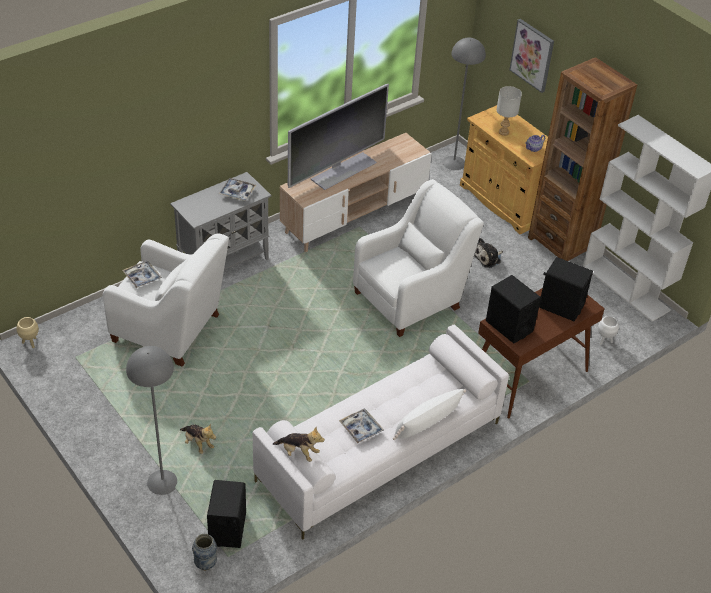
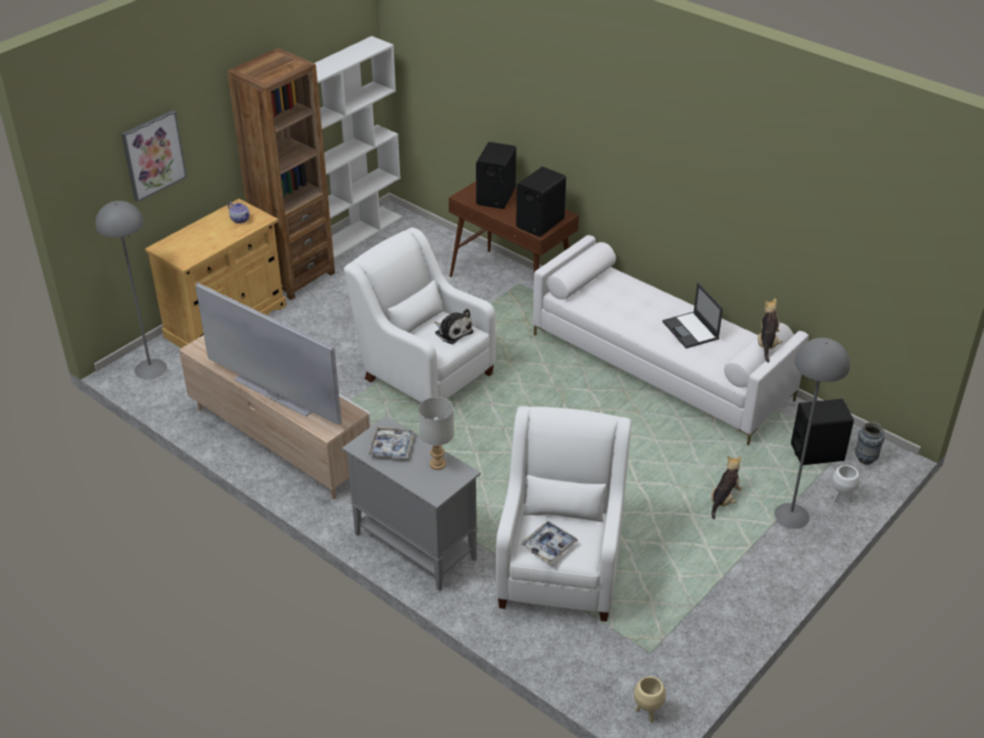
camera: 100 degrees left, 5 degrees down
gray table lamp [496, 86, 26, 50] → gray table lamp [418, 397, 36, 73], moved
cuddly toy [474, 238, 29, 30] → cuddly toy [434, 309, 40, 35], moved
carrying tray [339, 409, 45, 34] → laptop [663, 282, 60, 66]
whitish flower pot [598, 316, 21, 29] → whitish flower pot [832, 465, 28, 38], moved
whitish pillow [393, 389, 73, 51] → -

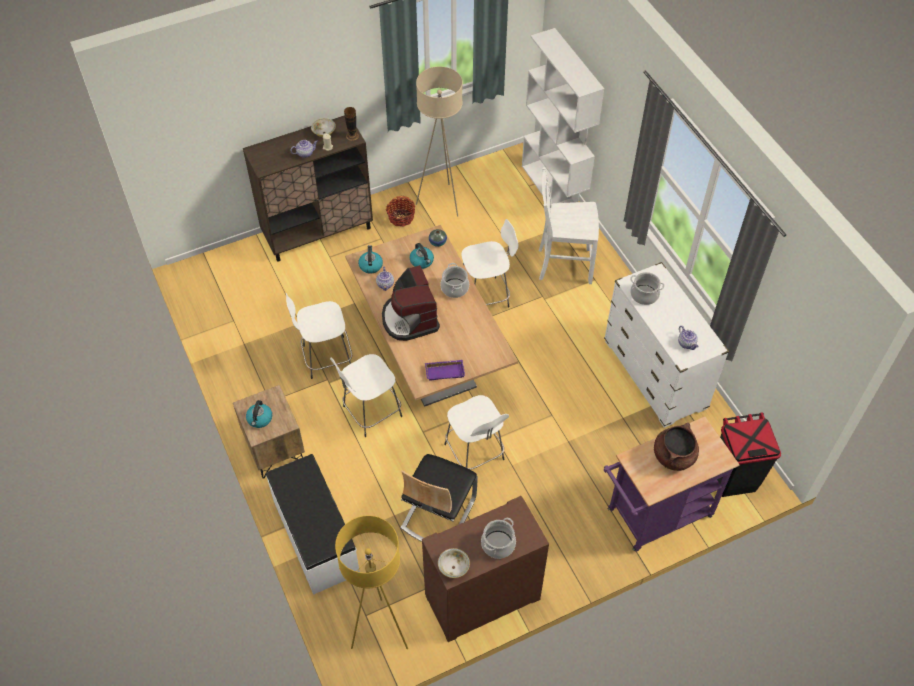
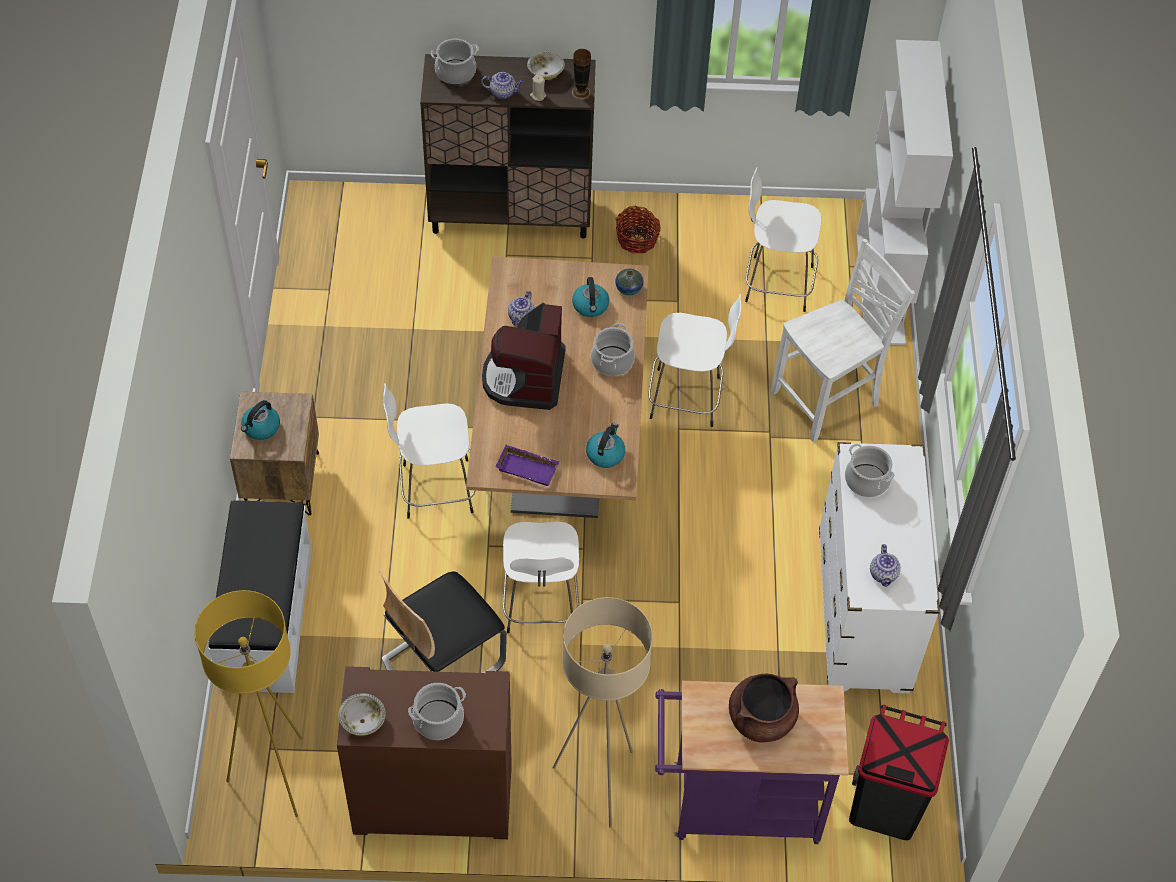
camera: 25 degrees right, 0 degrees up
- → saucepot [431, 39, 48, 46]
beige floor lamp [416, 67, 47, 150] → beige floor lamp [552, 597, 101, 231], moved
water kettle [358, 245, 25, 29] → water kettle [586, 423, 39, 45], moved
whitish sitting stool [286, 293, 66, 86] → whitish sitting stool [745, 167, 77, 145], moved
whitish chair [539, 167, 60, 117] → whitish chair [771, 239, 144, 203], 120 degrees clockwise

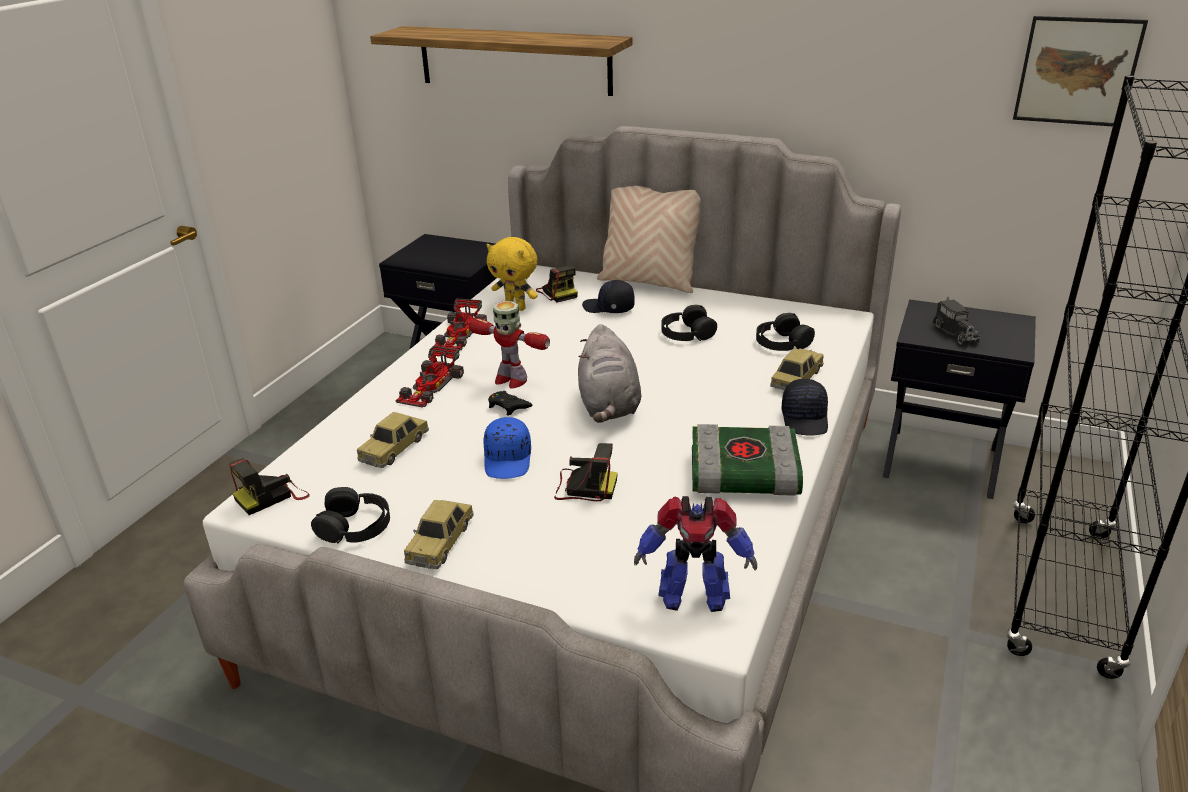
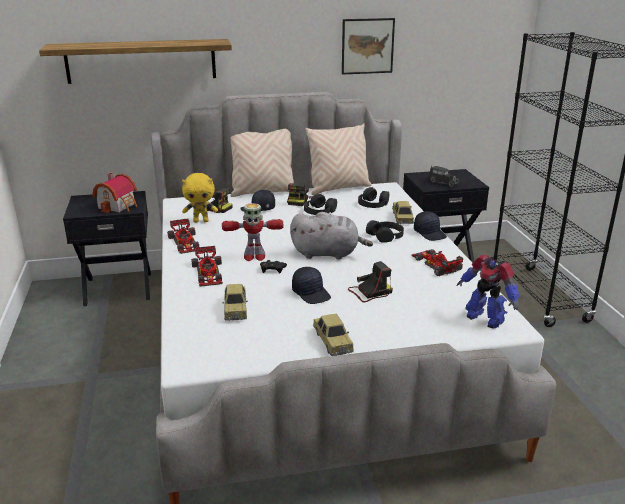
camera: 35 degrees left, 5 degrees down
- → miniature house [92, 173, 45, 40]
still camera [229, 459, 81, 56] → still camera [287, 183, 25, 23], moved
gray cuddly toy [578, 324, 63, 99] → gray cuddly toy [290, 212, 83, 48], 45 degrees counterclockwise
bluish cap [483, 417, 48, 62] → blackish cap [292, 267, 39, 37]
- → beige pillow [305, 123, 67, 72]
wall picture [1013, 16, 135, 110] → wall picture [342, 18, 53, 57], moved
blackish headphones [311, 487, 79, 57] → blackish headphones [366, 220, 38, 23], moved
book [692, 424, 111, 72] → miniature car [411, 249, 52, 27]
robot figure [634, 496, 123, 116] → robot figure [457, 255, 62, 74], 75 degrees clockwise

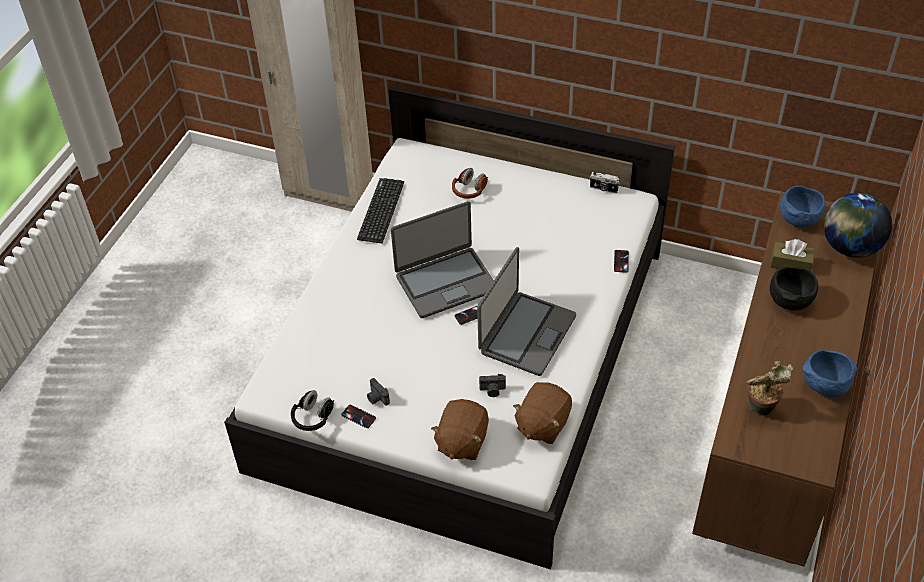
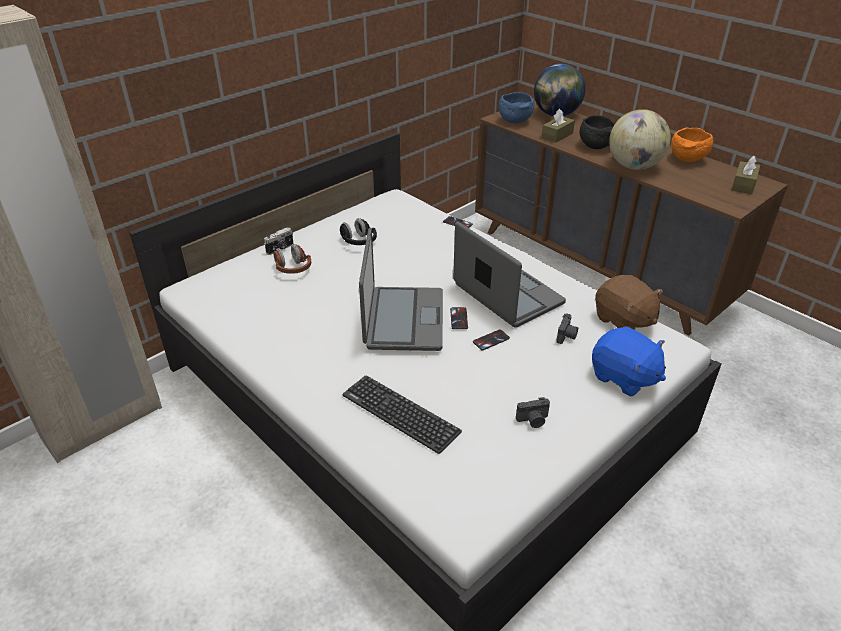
camera: 65 degrees left, 10 degrees down
still camera [590, 172, 30, 22] → still camera [264, 227, 30, 28], moved
blackish headphones [291, 390, 44, 41] → blackish headphones [340, 218, 37, 27], moved
computer keyboard [357, 178, 47, 65] → computer keyboard [343, 375, 119, 79], moved
handset [341, 405, 35, 23] → handset [473, 329, 37, 21], moved
brownish cuddly toy [431, 399, 58, 61] → bluish cuddly toy [592, 327, 74, 69]
- → world globe [609, 109, 62, 61]
bluish deep dish [802, 350, 55, 47] → orangey deep dish [671, 128, 42, 34]
- → brownish box of tissues [731, 156, 29, 38]
houseplant [746, 361, 48, 55] → -

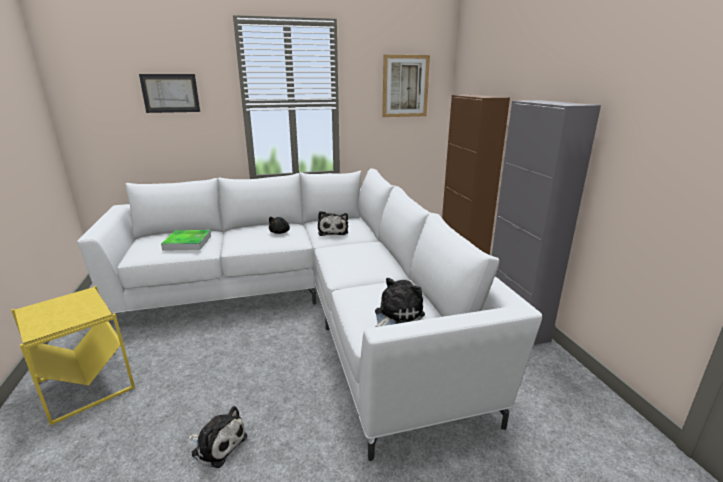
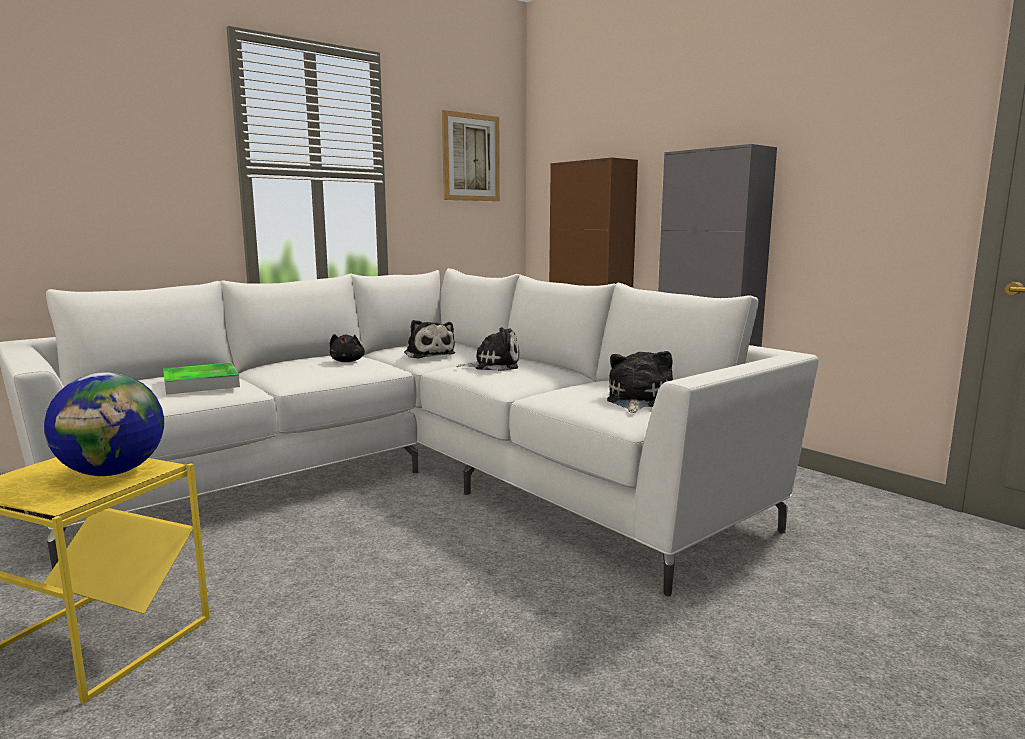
camera: 25 degrees left, 10 degrees down
- → world globe [44, 372, 120, 104]
cuddly toy [188, 406, 59, 62] → cuddly toy [456, 327, 63, 44], moved
wall picture [139, 74, 61, 39] → -

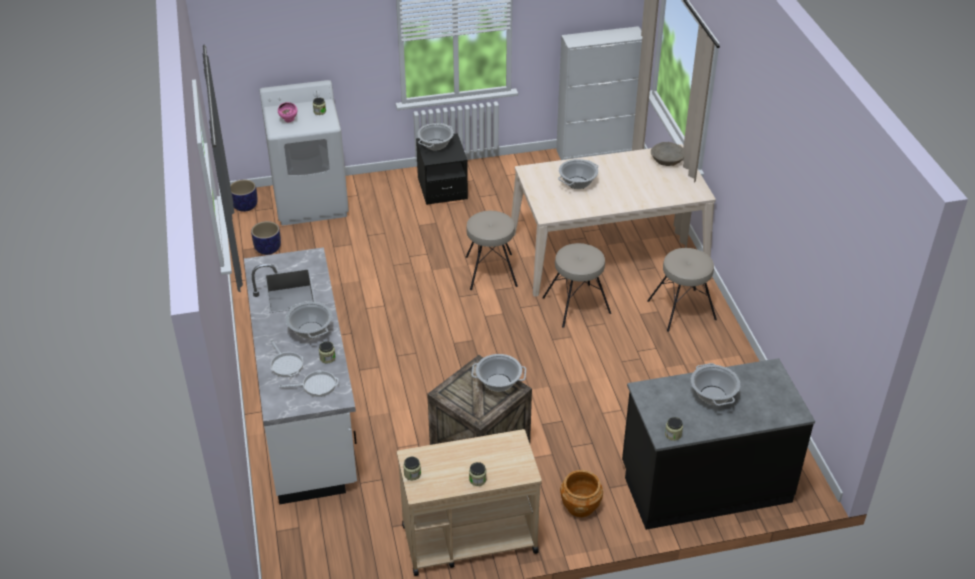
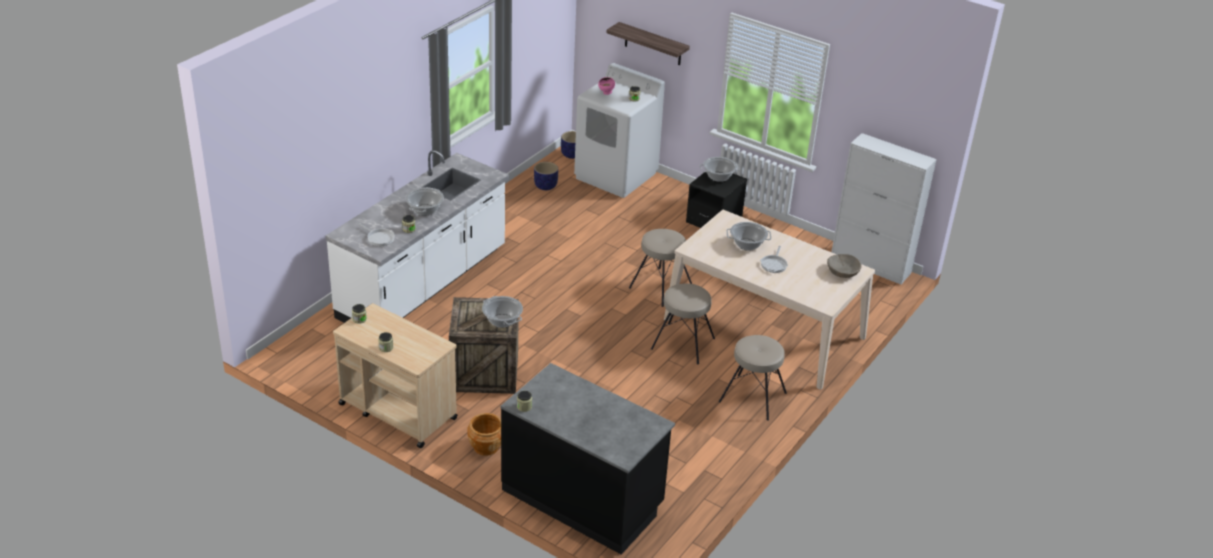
camera: 45 degrees right, 5 degrees down
- → shelf [607, 22, 83, 43]
skillet [270, 340, 33, 37] → skillet [760, 246, 28, 27], moved
saucepot [691, 363, 49, 43] → -

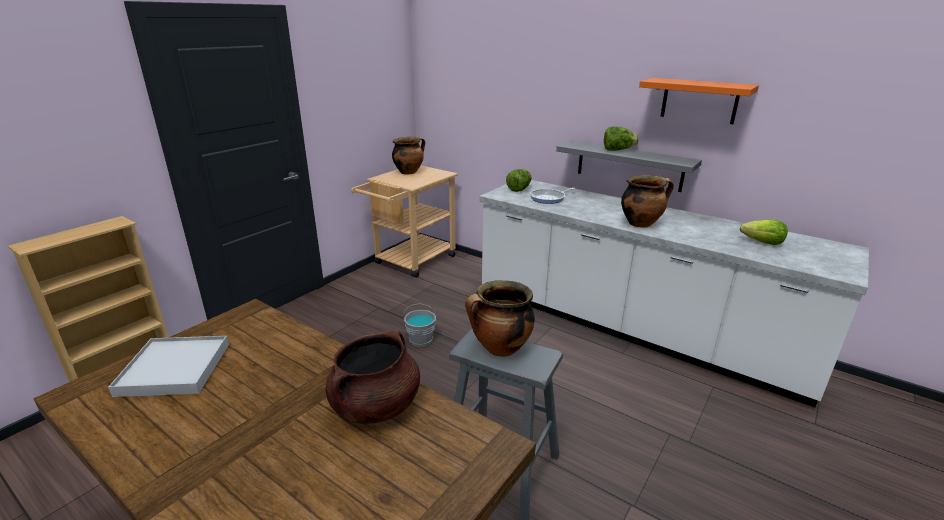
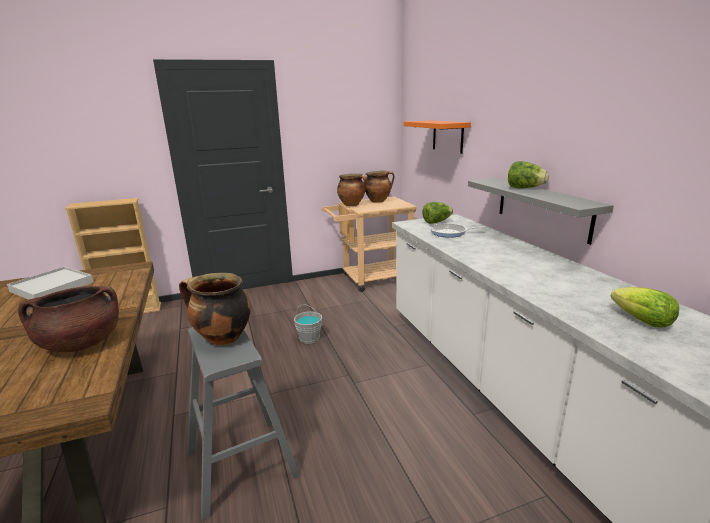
camera: 35 degrees right, 5 degrees down
saucepot [621, 175, 53, 53] → saucepot [337, 174, 30, 32], moved
orangey shelf [639, 78, 120, 46] → orangey shelf [404, 120, 67, 34], moved

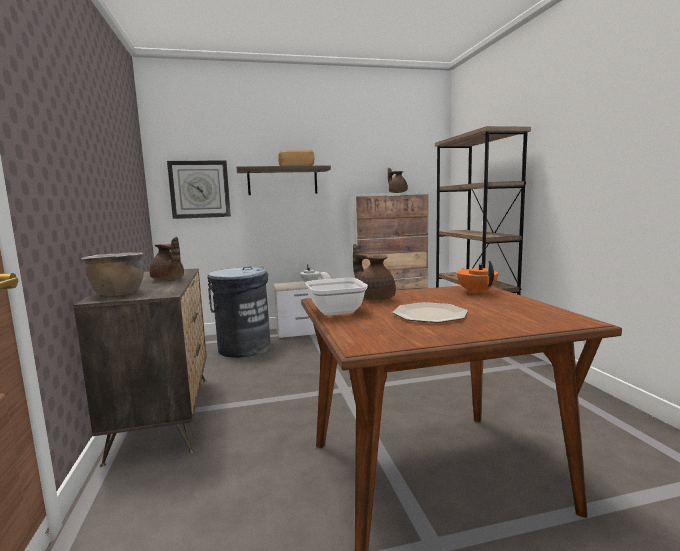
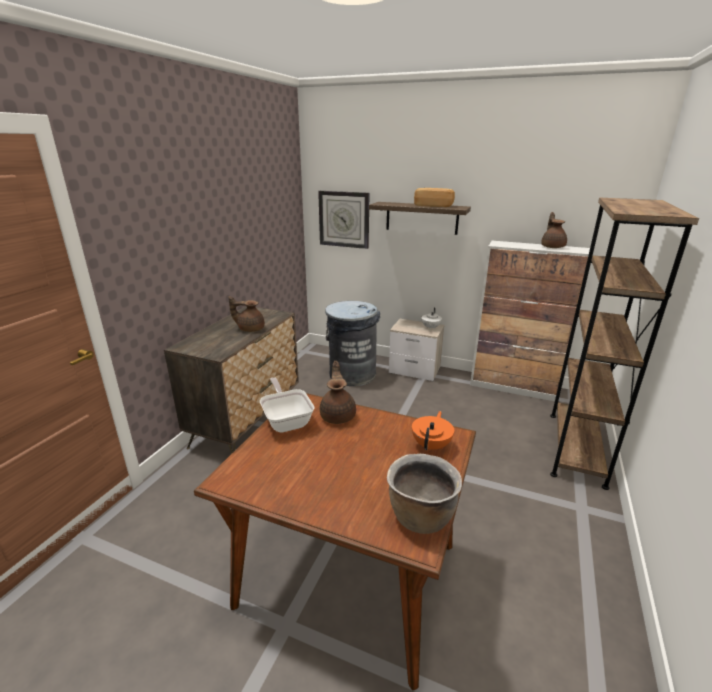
camera: 35 degrees right, 15 degrees up
brownish pot for tea [149, 237, 35, 43] → brownish pot for tea [228, 296, 37, 36], 105 degrees clockwise
skillet [305, 272, 63, 43] → skillet [260, 377, 54, 56], 45 degrees counterclockwise
brownish saucepot [82, 252, 62, 44] → brownish saucepot [387, 454, 75, 80], moved
dinner plate [392, 302, 76, 21] → -

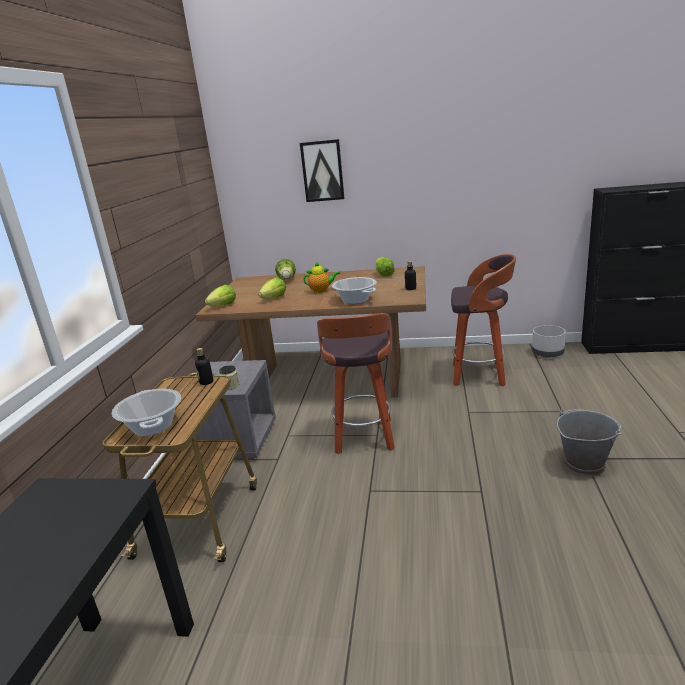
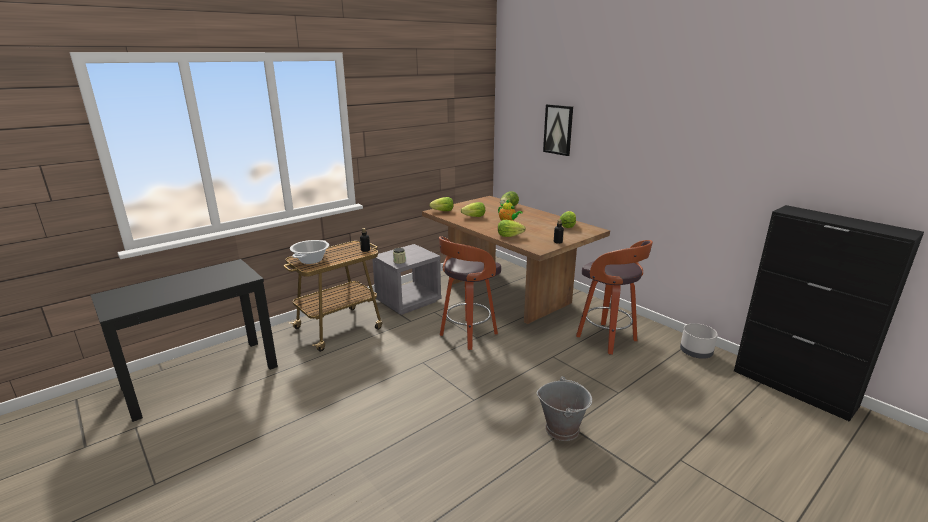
camera: 40 degrees right, 0 degrees up
saucepot [332, 277, 45, 27] → head of lettuce [498, 220, 28, 17]

